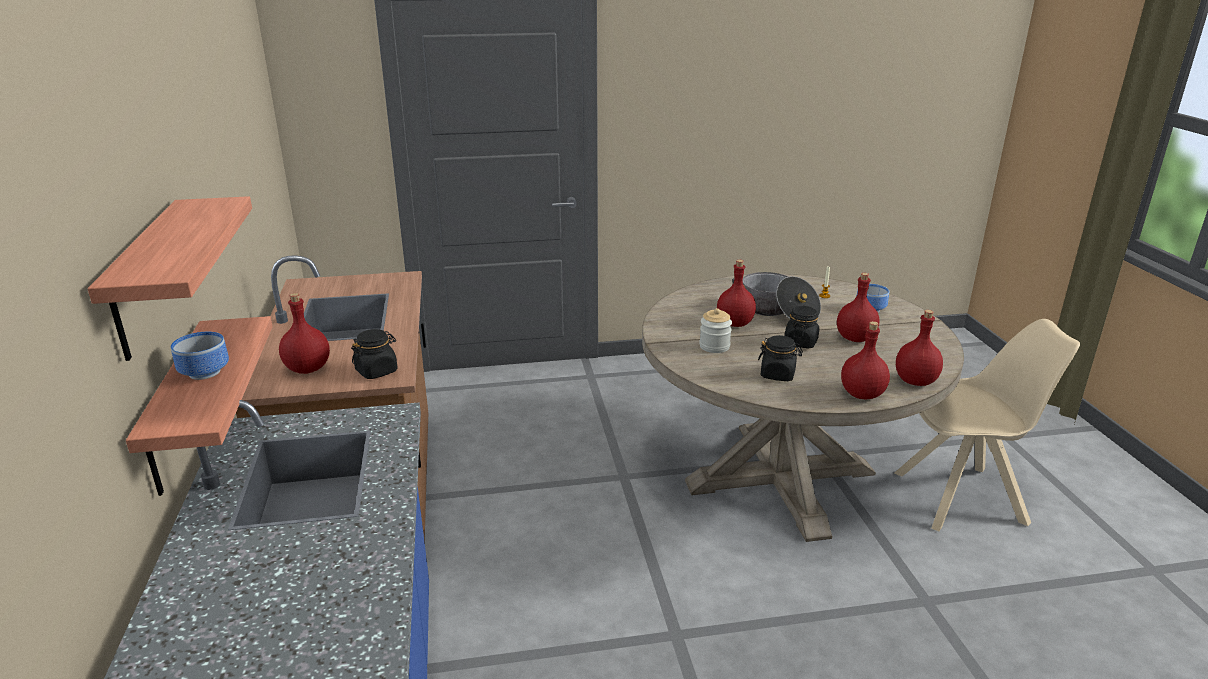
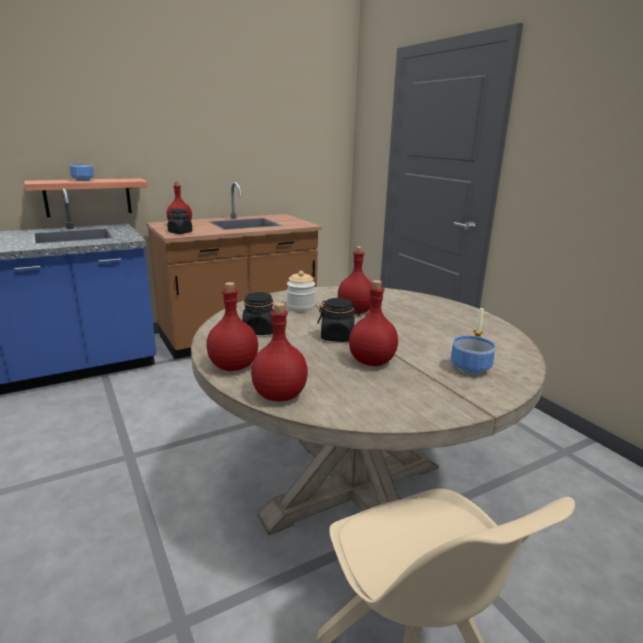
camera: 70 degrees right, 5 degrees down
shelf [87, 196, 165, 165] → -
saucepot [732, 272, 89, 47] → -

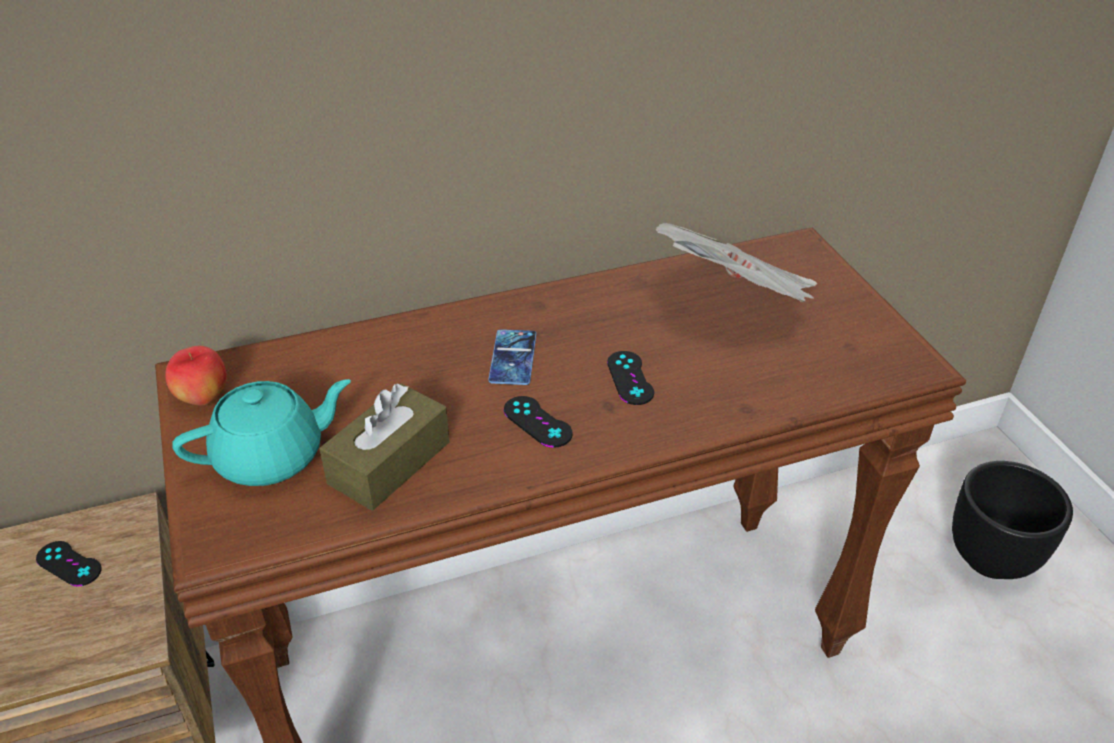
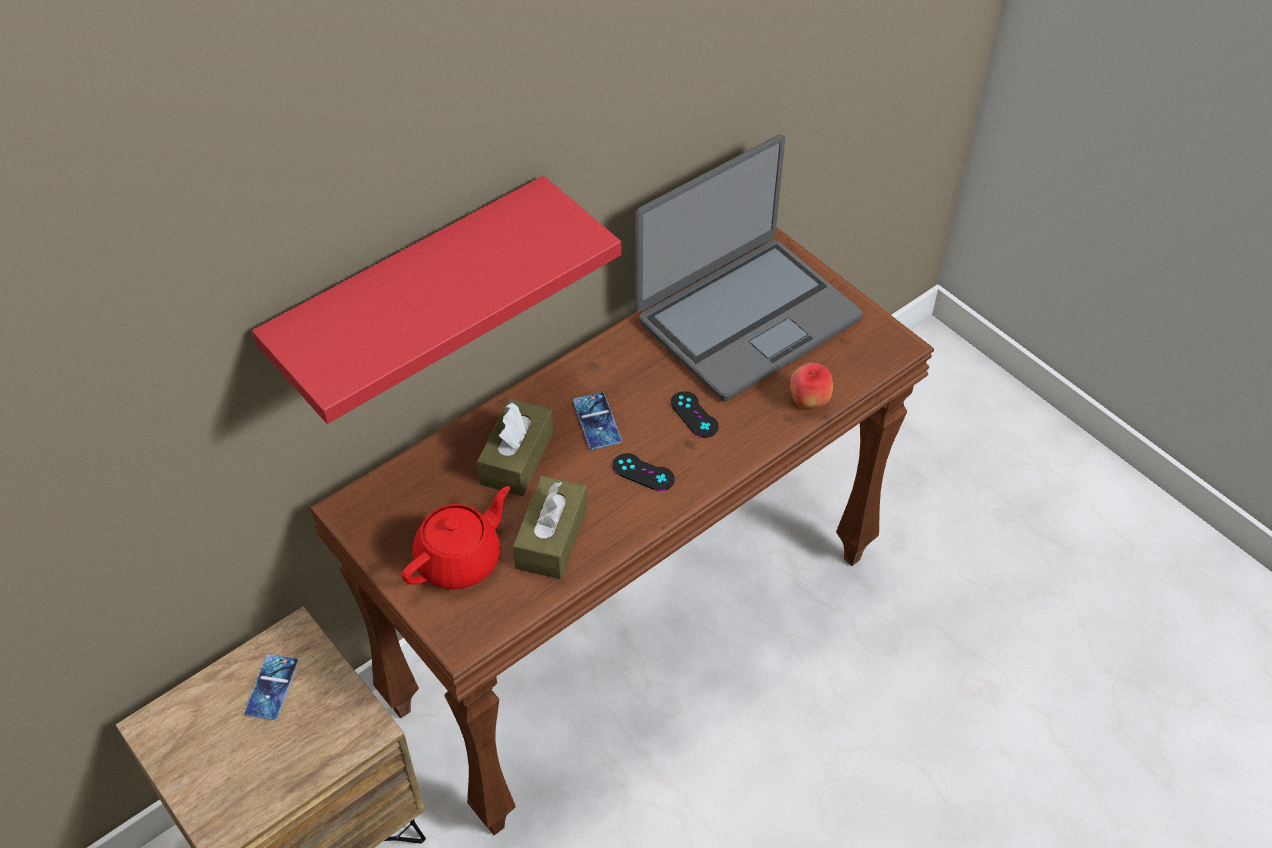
camera: 20 degrees left, 10 degrees up
blackish game controller [36, 541, 66, 46] → handset [244, 654, 54, 66]
- → red shelf [252, 176, 369, 248]
turquoise pot for tea [172, 379, 179, 107] → red pot for tea [402, 486, 108, 103]
- → brownish box of tissues [477, 398, 76, 98]
daily paper [656, 223, 161, 79] → laptop [635, 134, 227, 267]
apple [165, 346, 62, 60] → apple [790, 363, 43, 45], moved
blackish flower pot [952, 461, 121, 118] → -

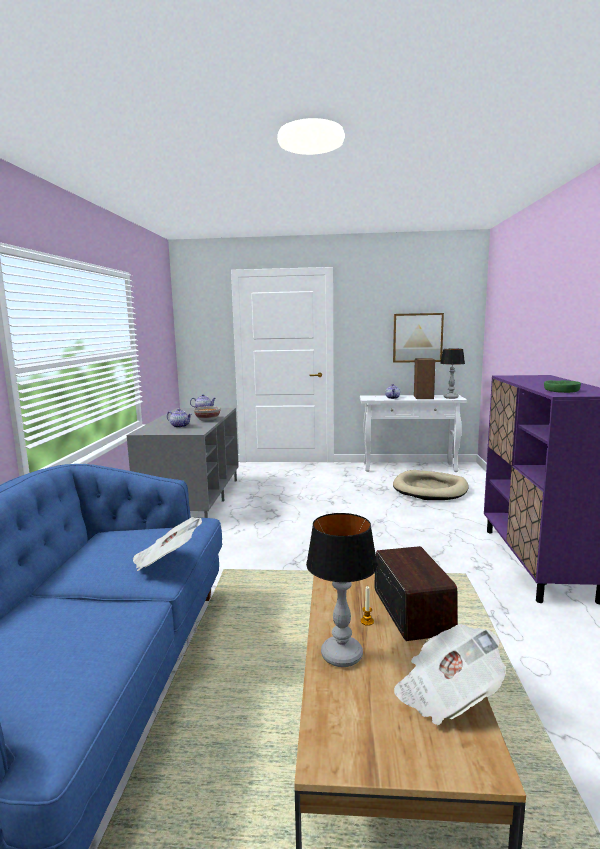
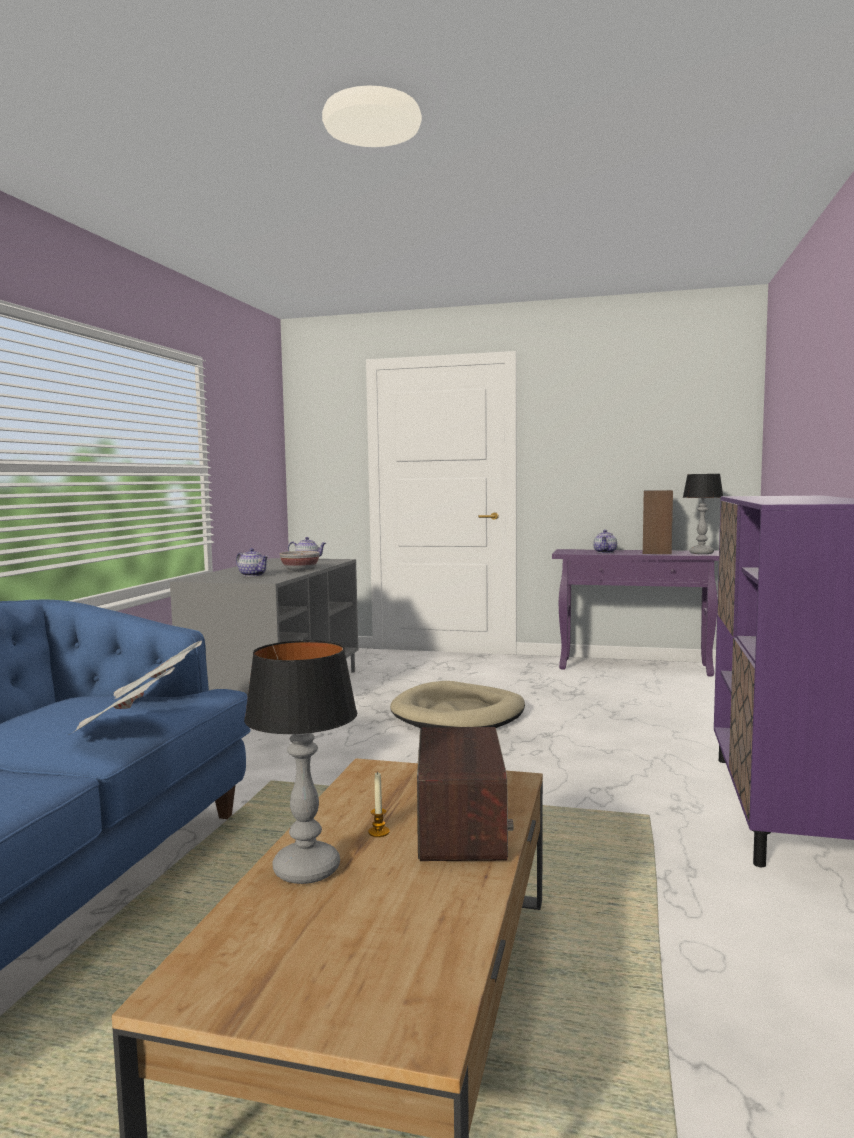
camera: 10 degrees right, 5 degrees down
daily paper [394, 624, 112, 101] → daily paper [114, 641, 88, 58], moved
beige dog cushion [393, 470, 75, 30] → beige dog cushion [390, 681, 135, 47], moved
whitish hall table [360, 395, 107, 77] → purplish hall table [552, 549, 167, 128]
wall picture [393, 313, 51, 50] → -
greenish deep dish [544, 380, 37, 13] → -

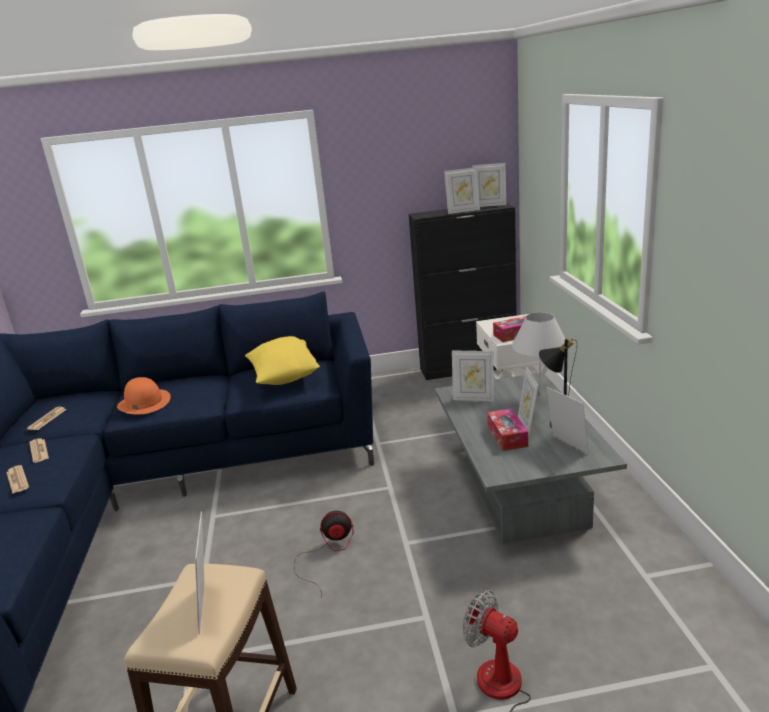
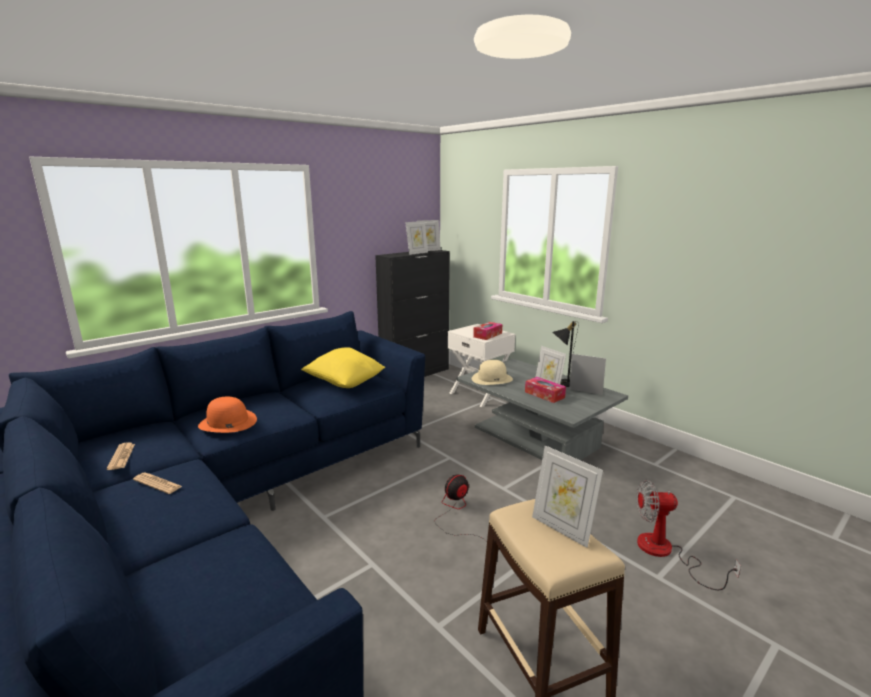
camera: 35 degrees left, 5 degrees down
standing frame [452, 351, 42, 51] → beige hat [472, 360, 41, 25]
daily paper [6, 465, 23, 29] → -
whitish table lamp [512, 312, 53, 85] → -

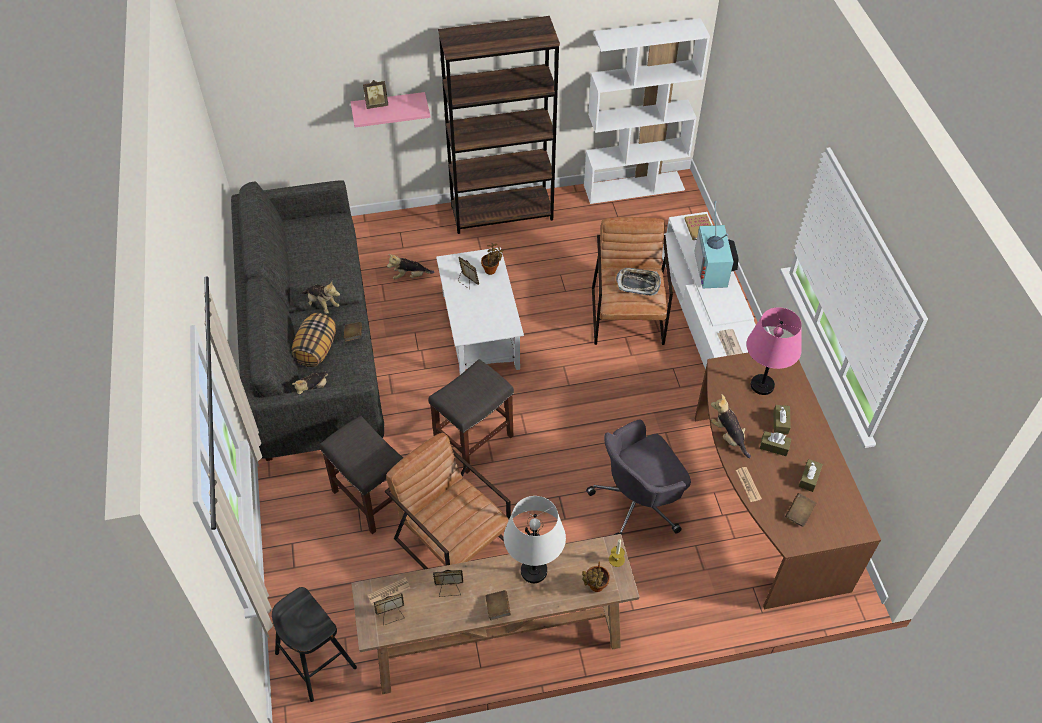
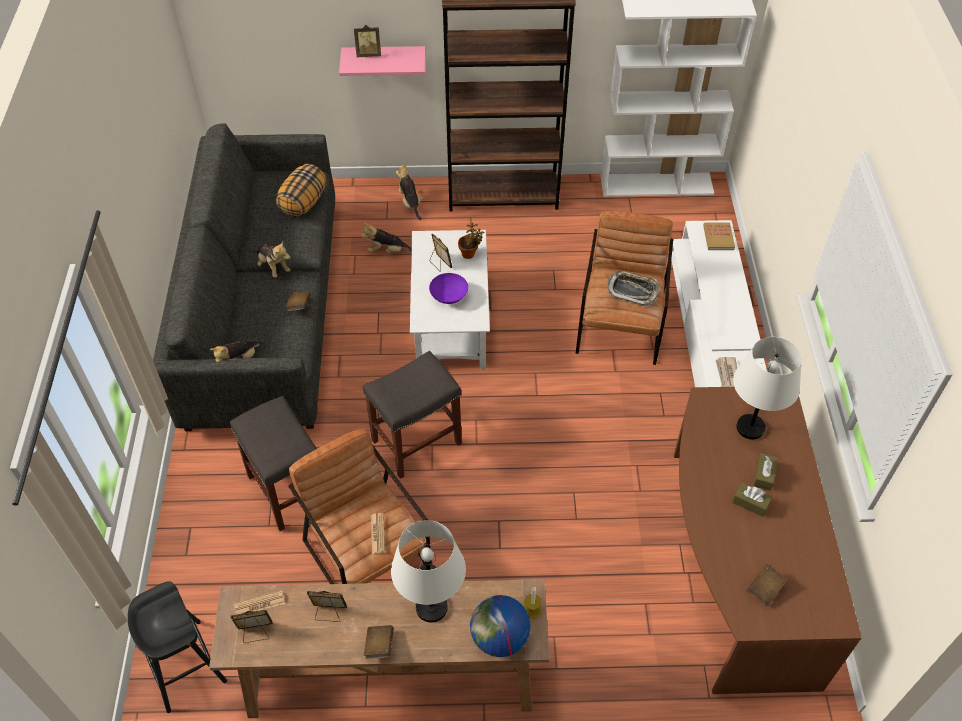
camera: 10 degrees right, 0 degrees up
pillow [292, 313, 44, 54] → pillow [276, 164, 50, 53], moved
daily paper [736, 467, 26, 35] → daily paper [371, 513, 14, 41], moved
cuddly toy [711, 394, 40, 64] → cuddly toy [396, 163, 27, 57], moved
- → purplish deep dish [429, 273, 39, 31]
houseplant [582, 562, 28, 30] → world globe [470, 595, 60, 62]
pink-coloured table lamp [746, 307, 56, 88] → whitish table lamp [733, 337, 69, 102]
gray desk chair [586, 420, 105, 115] → -
television [694, 201, 45, 87] → -
brownish box of tissues [798, 459, 25, 33] → -

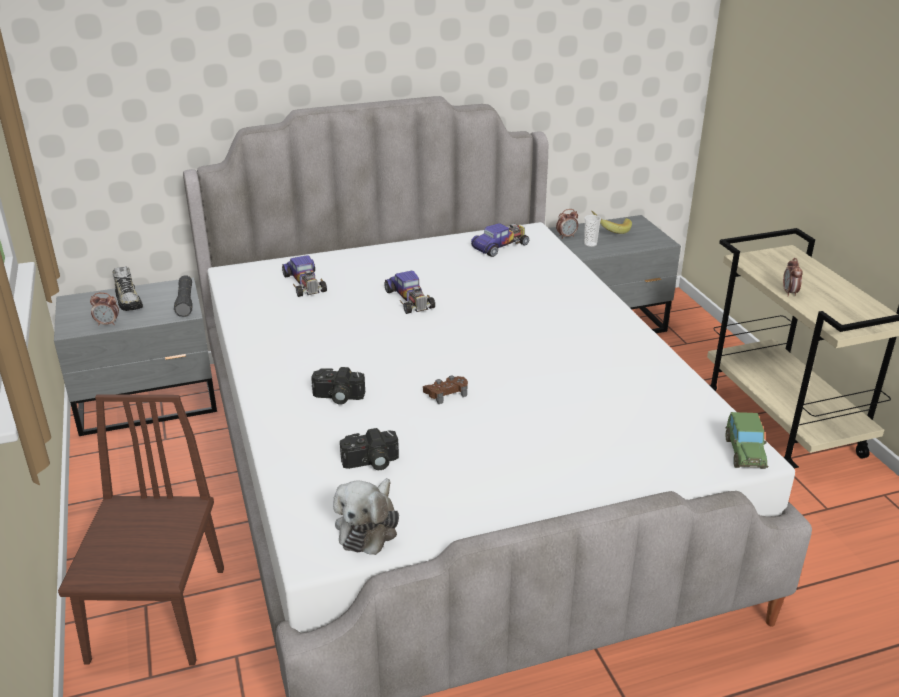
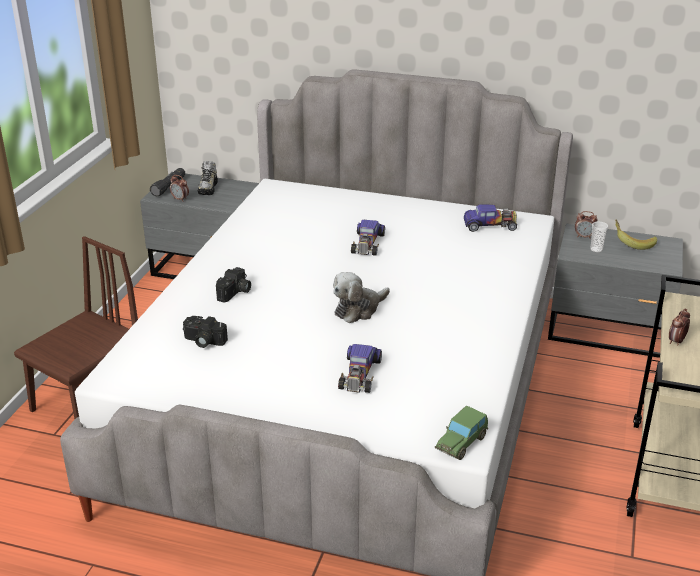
camera: 35 degrees right, 0 degrees up
blackish flashlight [174, 275, 19, 42] → blackish flashlight [150, 168, 35, 29], moved
still camera [311, 367, 54, 38] → still camera [216, 267, 35, 36], 105 degrees counterclockwise
cuddly toy [333, 478, 66, 77] → cuddly toy [333, 272, 57, 51], moved
miniature car [282, 255, 45, 42] → miniature car [338, 344, 44, 49], moved
brownish game controller [423, 376, 45, 28] → -

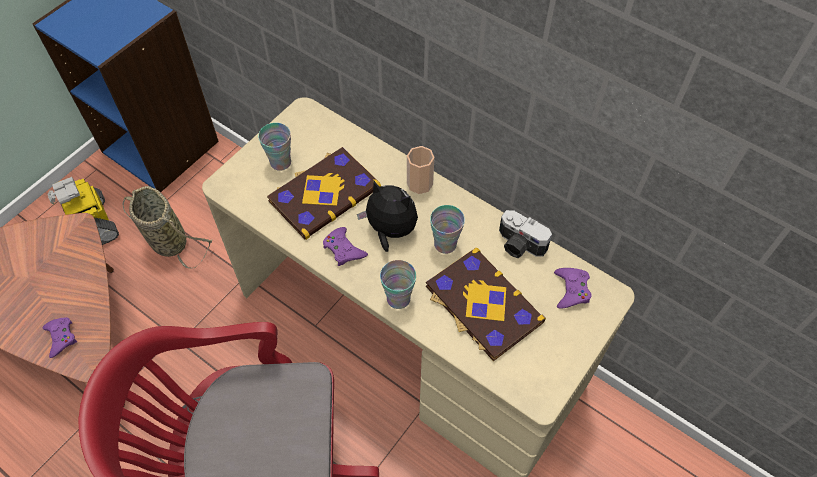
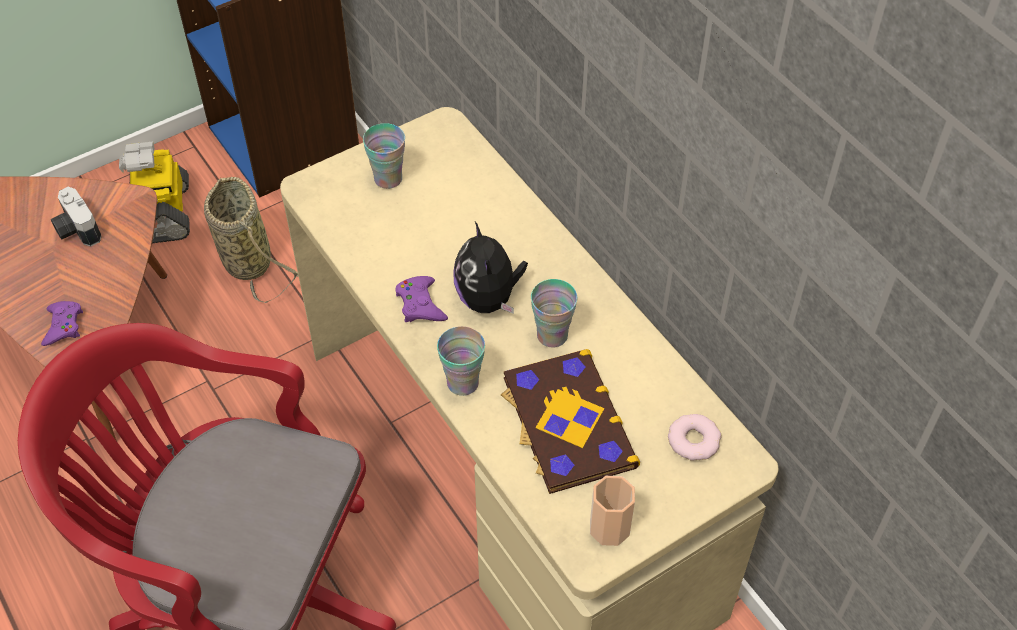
camera: 20 degrees right, 5 degrees down
still camera [499, 210, 53, 48] → still camera [51, 187, 51, 59], moved
cuddly toy [357, 181, 61, 71] → cuddly toy [453, 222, 75, 92], 150 degrees counterclockwise
small cup [407, 146, 28, 48] → small cup [590, 476, 45, 70], moved
purplish game controller [554, 268, 38, 40] → donut [668, 414, 54, 47]
book [267, 147, 114, 93] → -

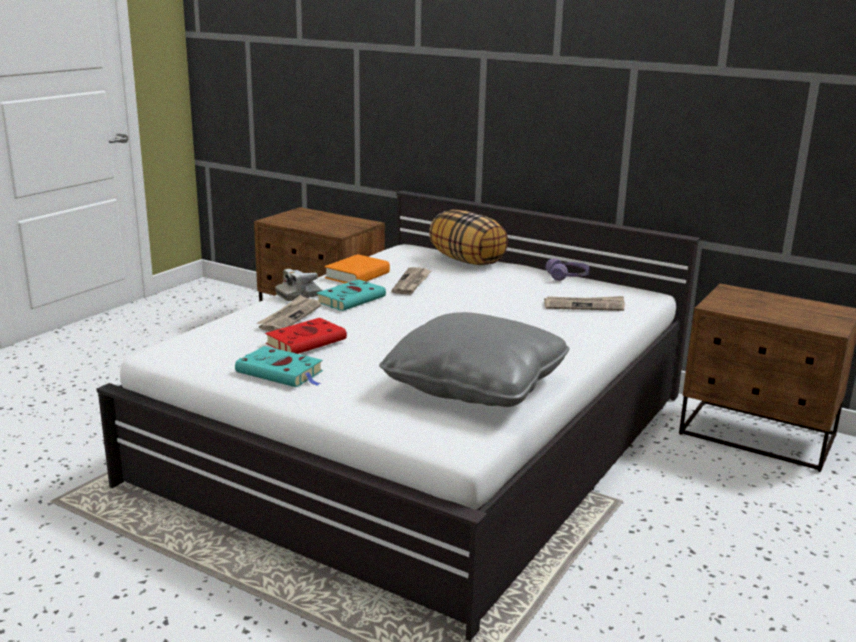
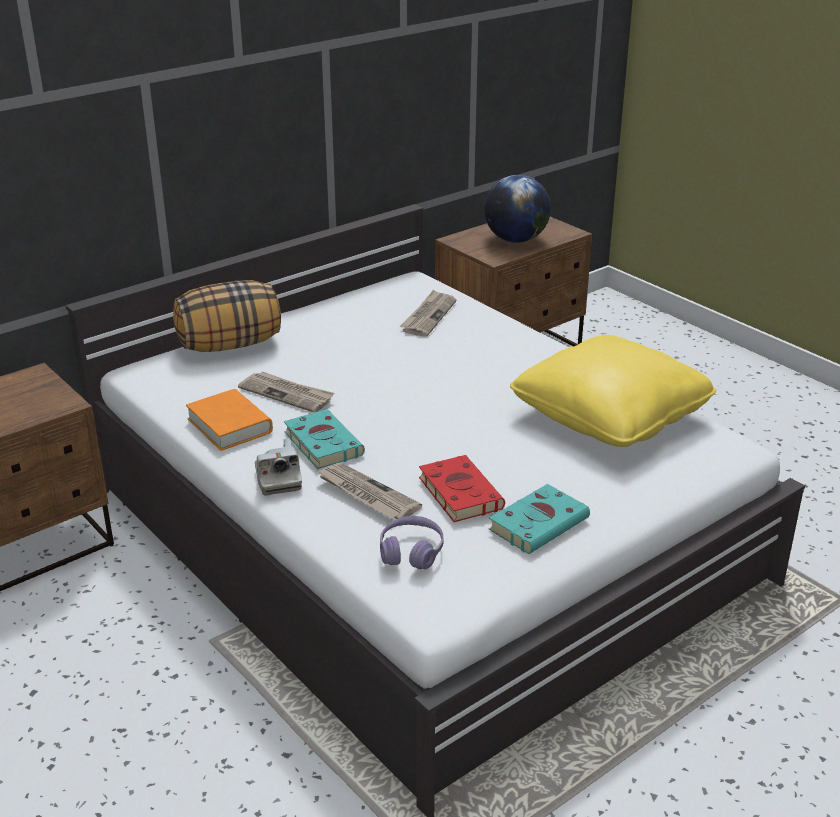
camera: 70 degrees left, 10 degrees up
purplish headphones [545, 259, 44, 22] → purplish headphones [380, 516, 64, 53], moved
- → world globe [484, 175, 67, 68]
gray pillow [379, 312, 191, 95] → yellow-coloured pillow [510, 335, 206, 112]

